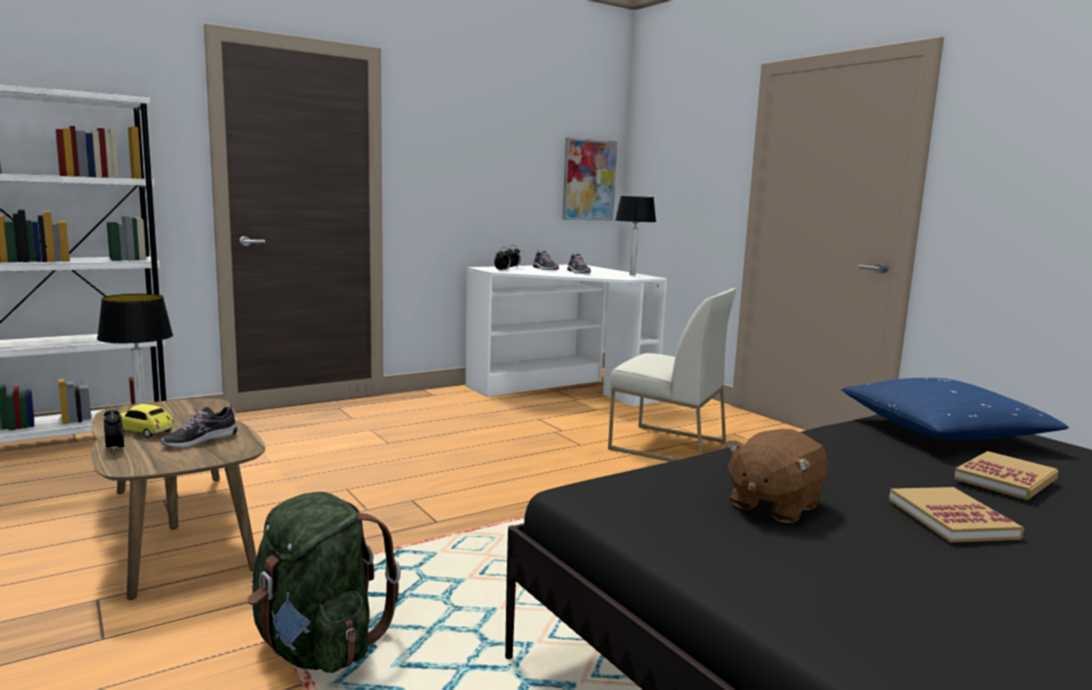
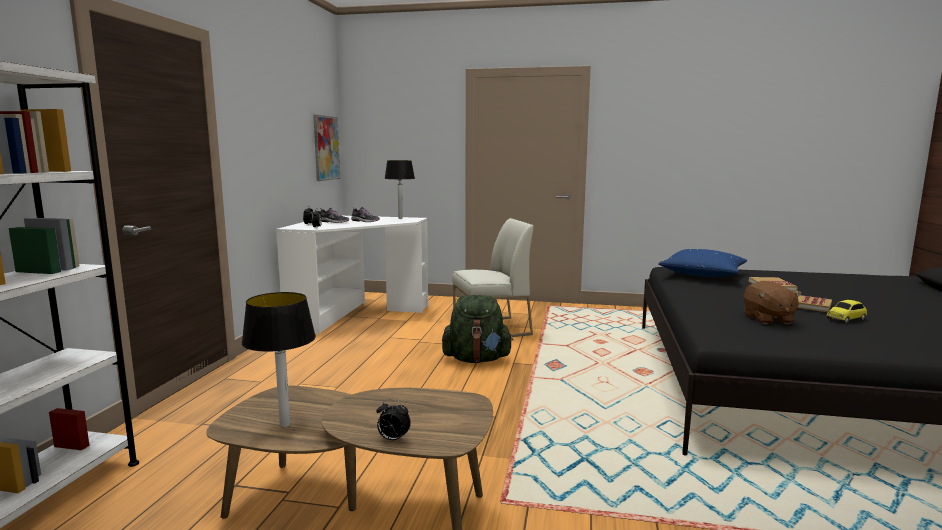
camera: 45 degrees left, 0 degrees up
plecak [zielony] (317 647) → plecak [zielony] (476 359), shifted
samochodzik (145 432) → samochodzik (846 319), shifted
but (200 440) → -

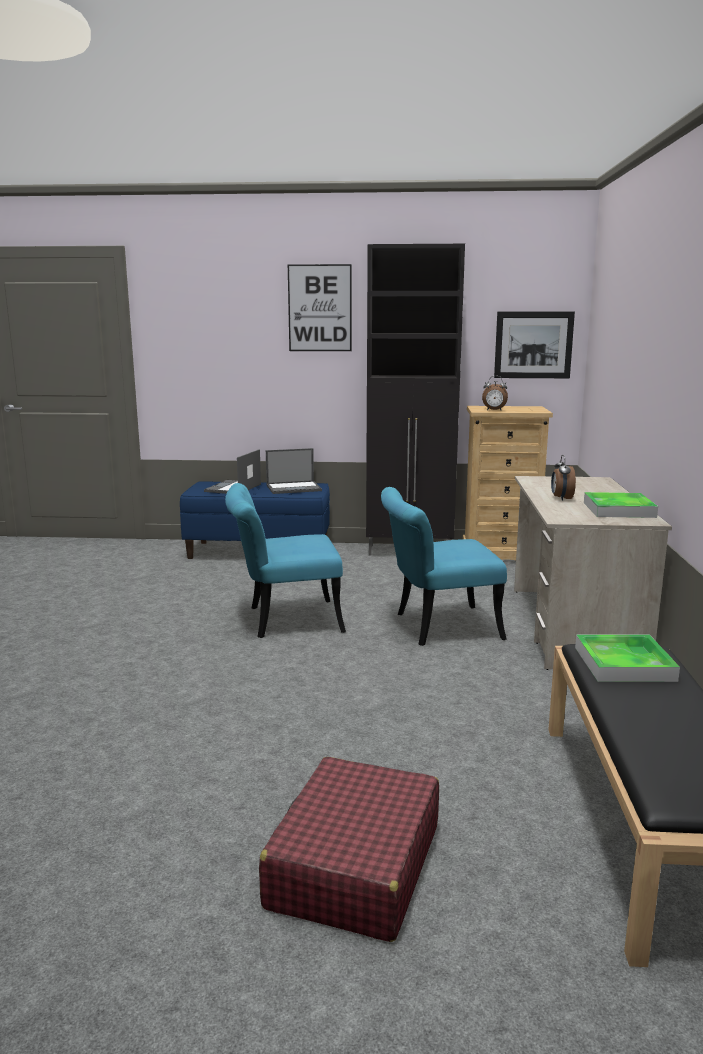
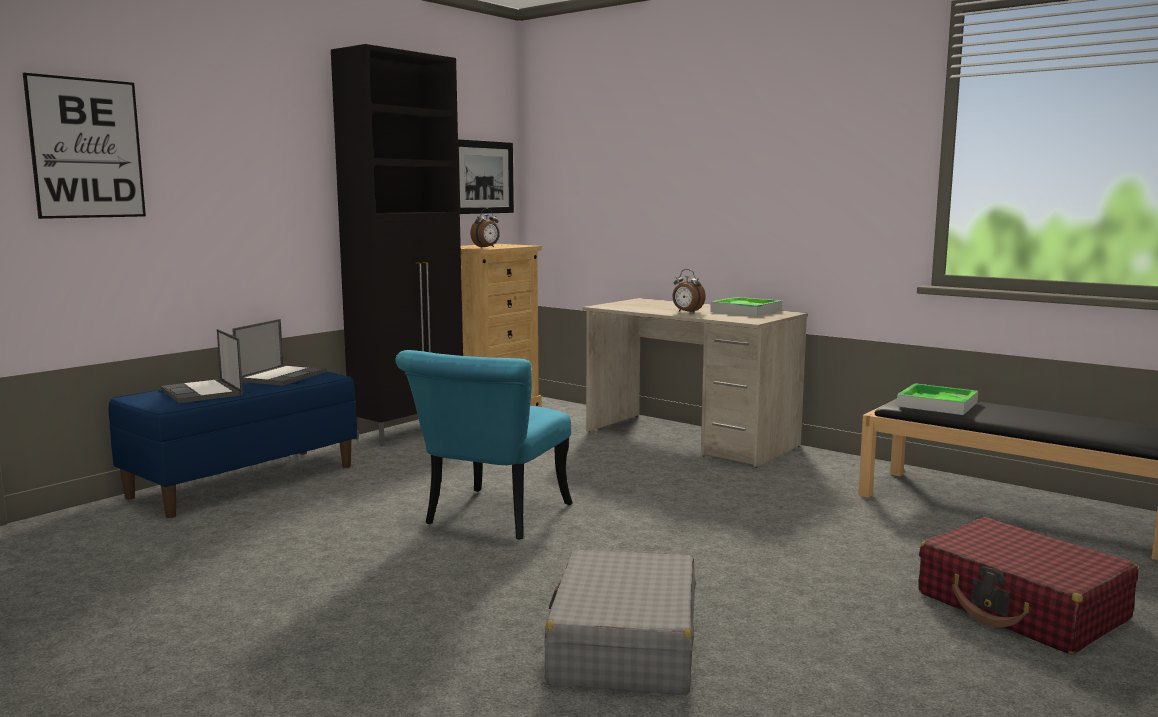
camera: 55 degrees left, 5 degrees down
obraz (320 308) → obraz (87 148), shifted
- → walizka [szary] (624 646)
krzesło [turkusowy] (436 627) → -

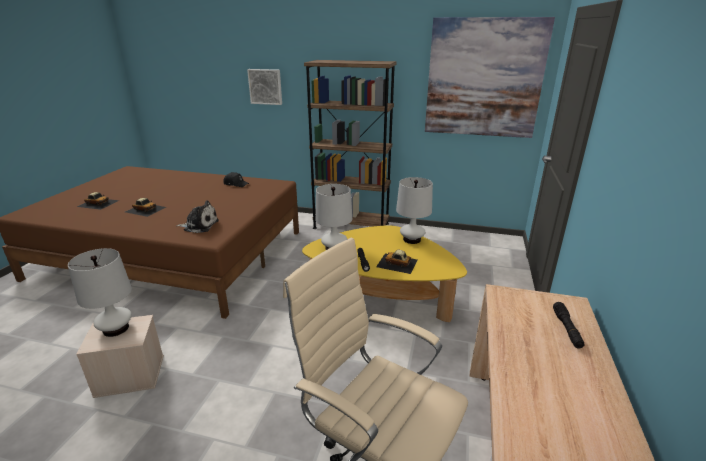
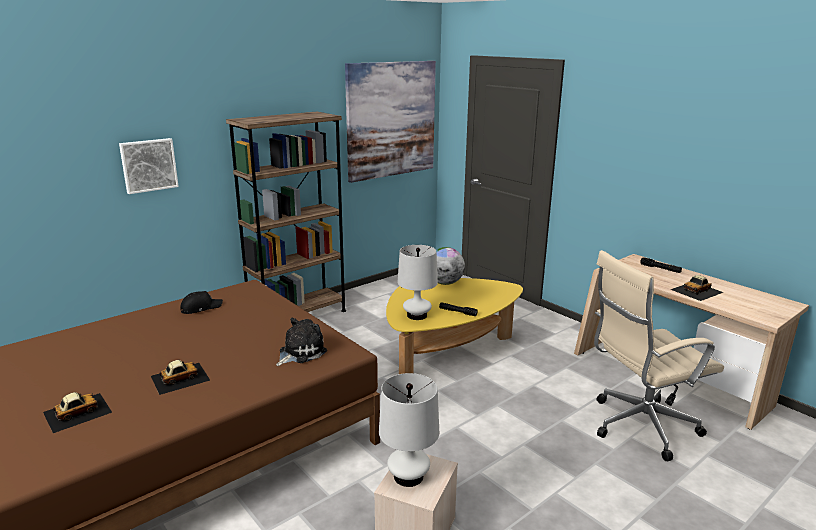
camera: 55 degrees left, 5 degrees down
lampa stołowa [biały] (411 239) → globus (445 283)
samochodzik (397 263) → samochodzik (697 291), shifted

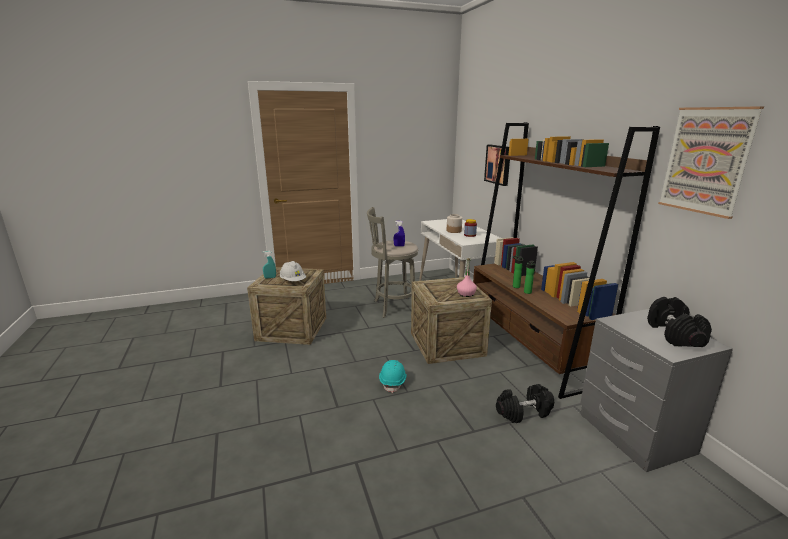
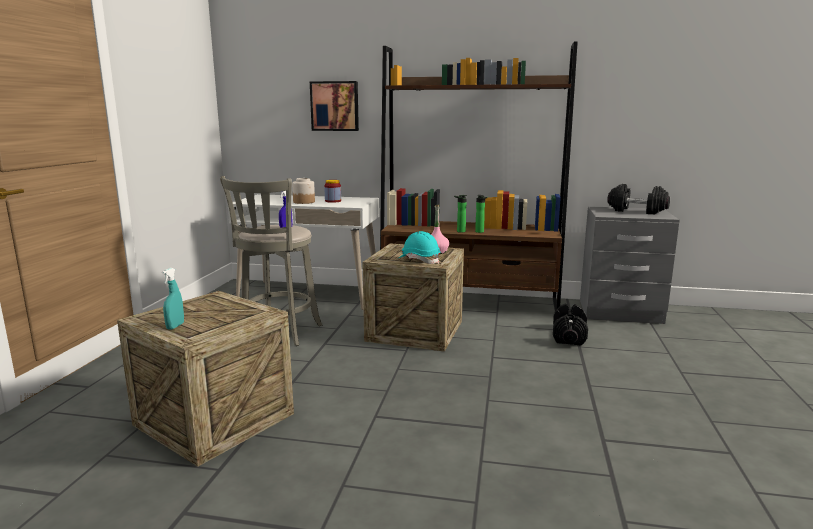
camera: 60 degrees left, 5 degrees down
kask [turkusowy] (393 382) → kask [turkusowy] (419 260), shifted
kask [biały] (293 281) → -
obraz (706 160) → -

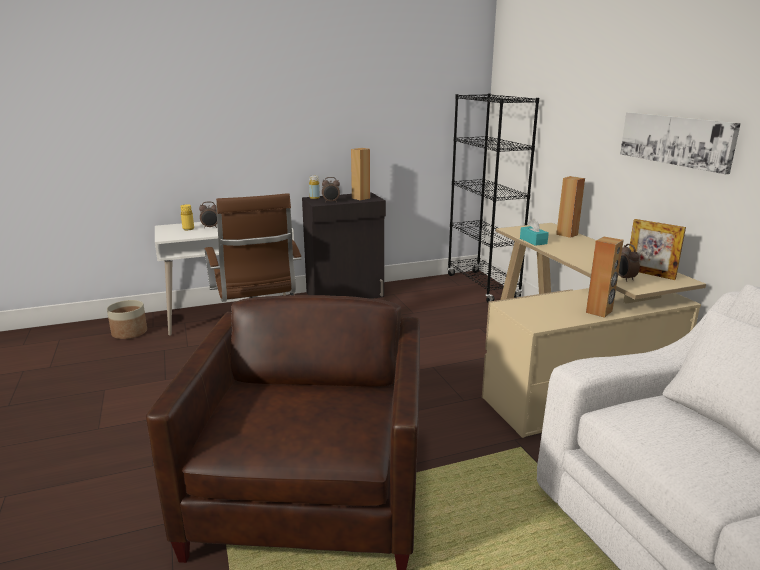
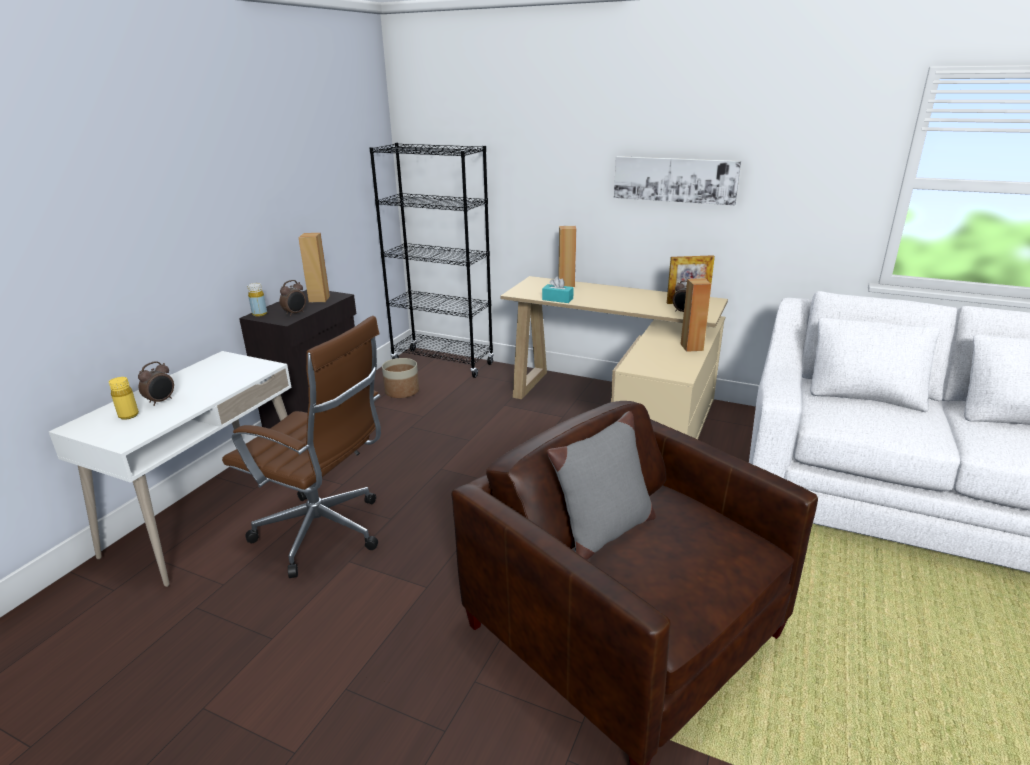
camera: 45 degrees left, 5 degrees up
donica (130 332) → donica (402 391), shifted
- → poduszka [szary] (603 532)

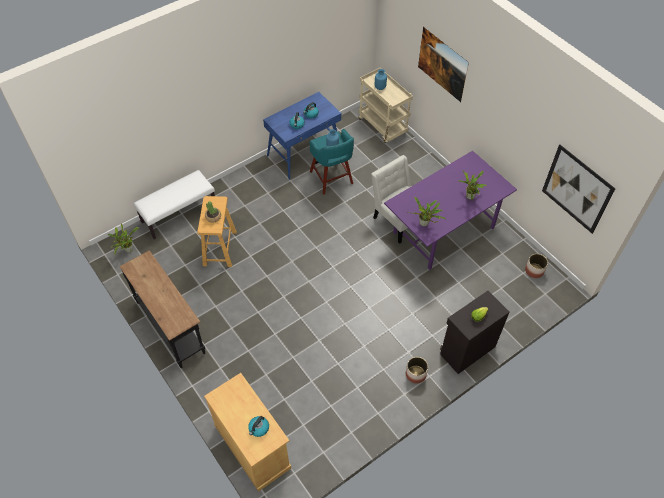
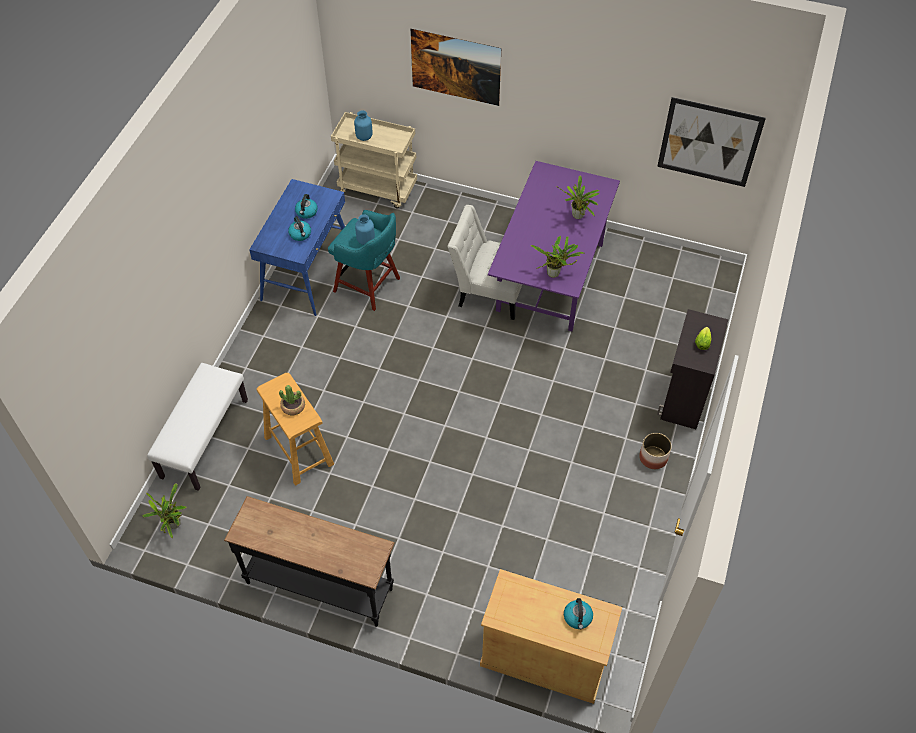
camera: 35 degrees left, 0 degrees up
donica (534 271) → -

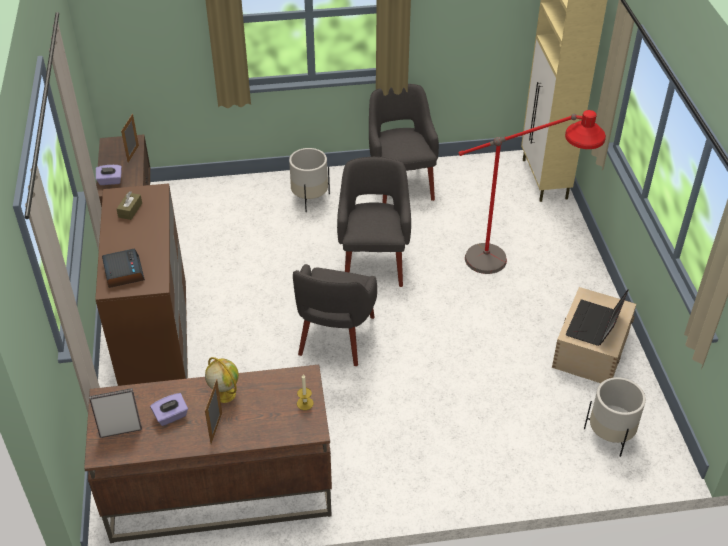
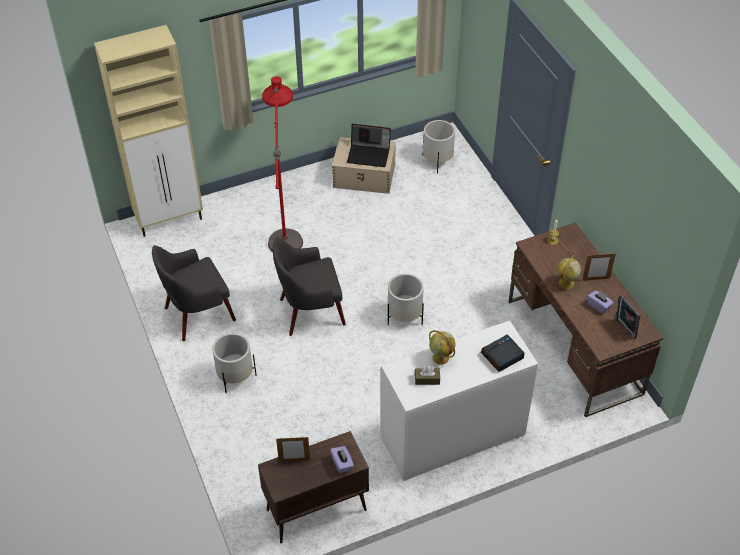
camera: 105 degrees left, 5 degrees up
komoda [brązowy] (155 339) → komoda [biały] (452 437)
fotel [szary] (336 337) → donica [biały] (404 317)
- → globus (441 358)

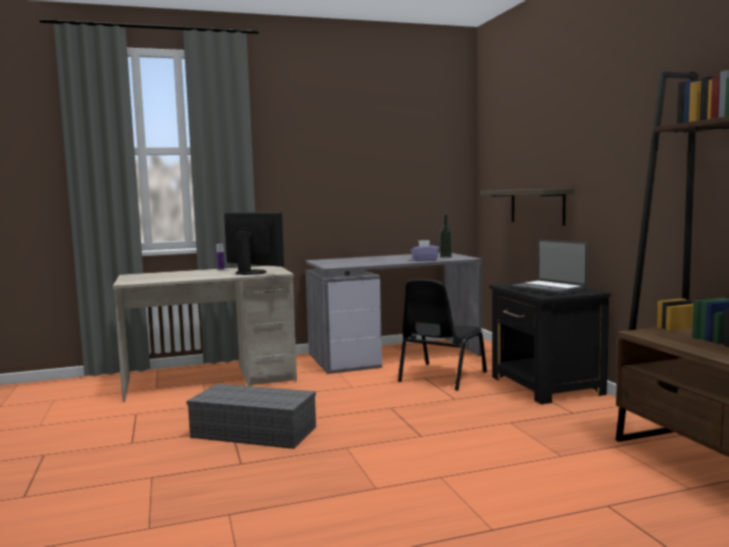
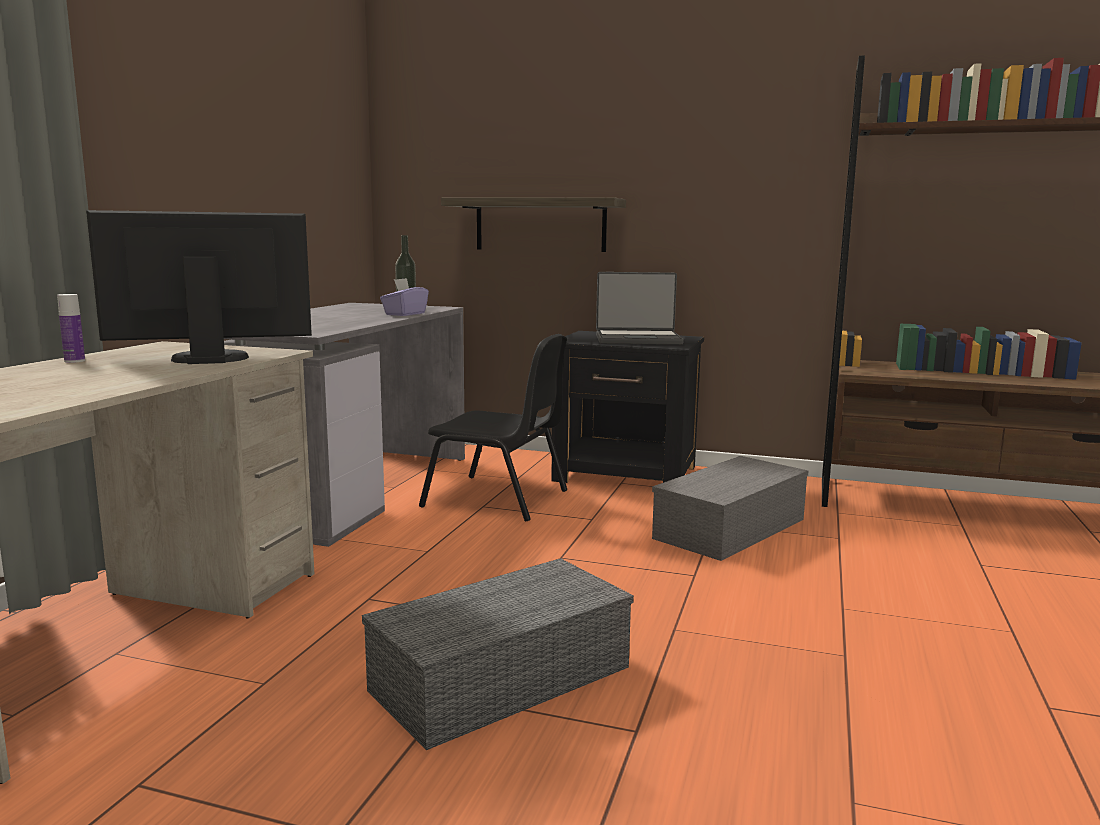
camera: 55 degrees left, 5 degrees up
krzesło [czarny] (441 377) → krzesło [czarny] (498 499), 45 degrees counterclockwise
- → pojemnik do przechowywania [szary] (730 530)

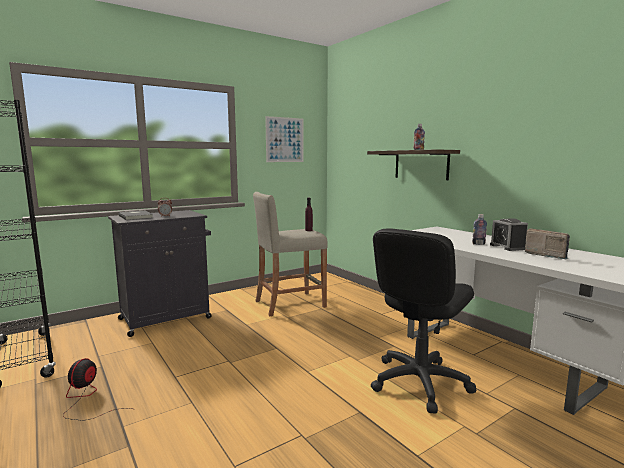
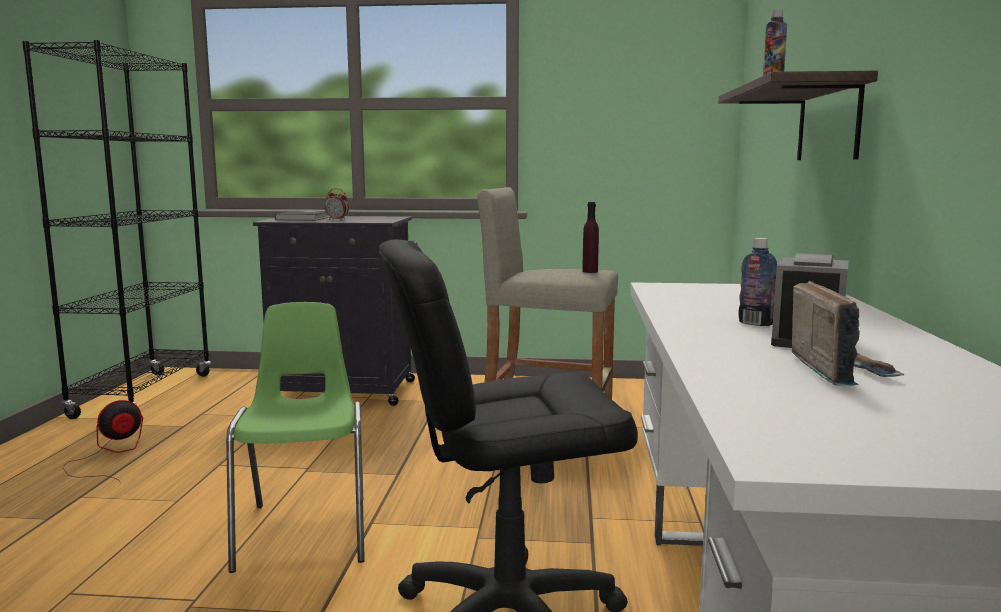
camera: 40 degrees right, 0 degrees up
- → krzesło [zielony] (306 532)
obraz (285 139) → -

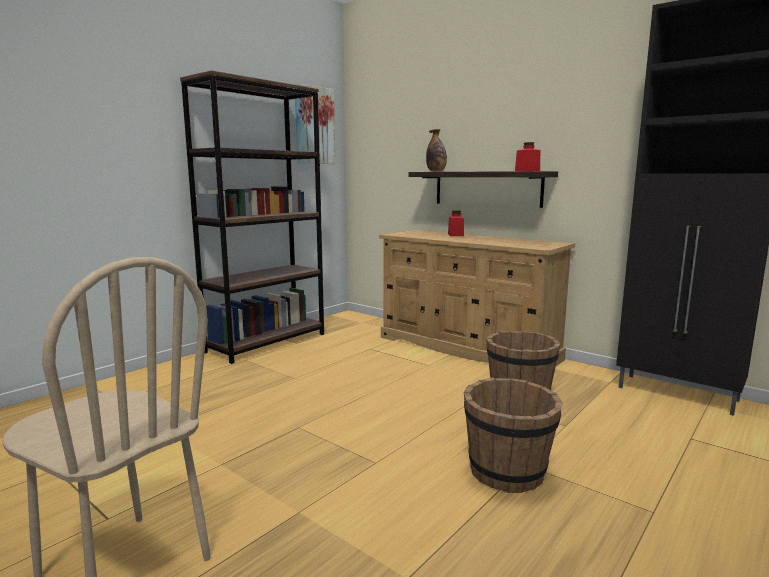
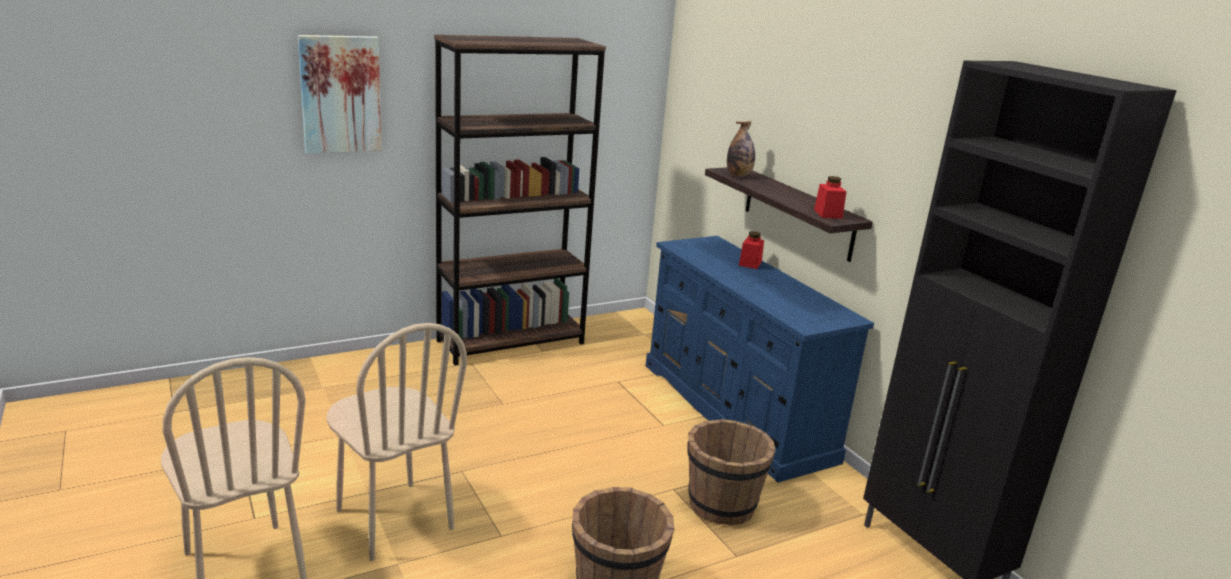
camera: 20 degrees right, 10 degrees up
obraz (314 125) → obraz (340 94), shifted
- → krzesło [beżowy] (393 520)
komoda [beżowy] (467 348) → komoda [niebieski] (736 411)

